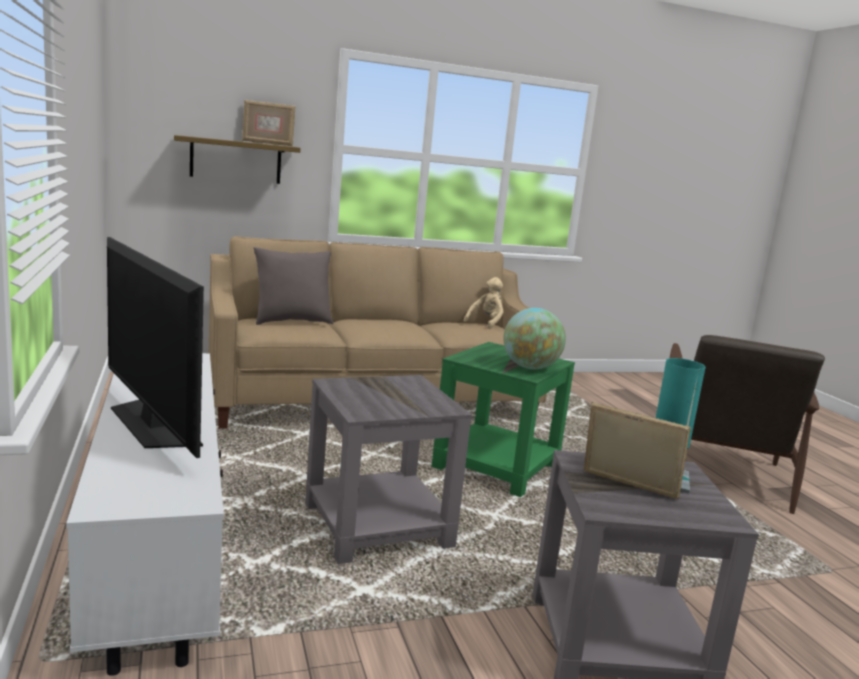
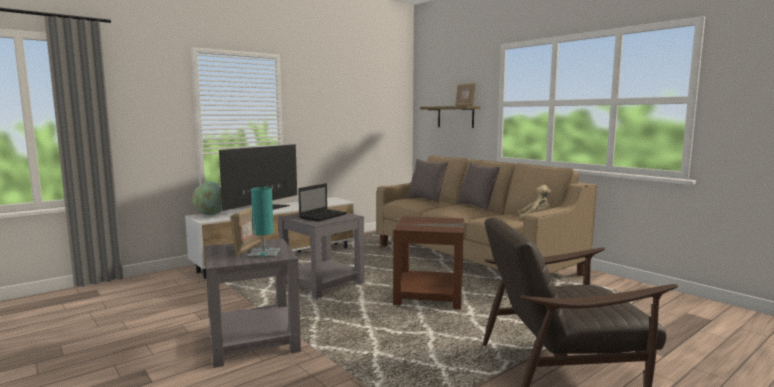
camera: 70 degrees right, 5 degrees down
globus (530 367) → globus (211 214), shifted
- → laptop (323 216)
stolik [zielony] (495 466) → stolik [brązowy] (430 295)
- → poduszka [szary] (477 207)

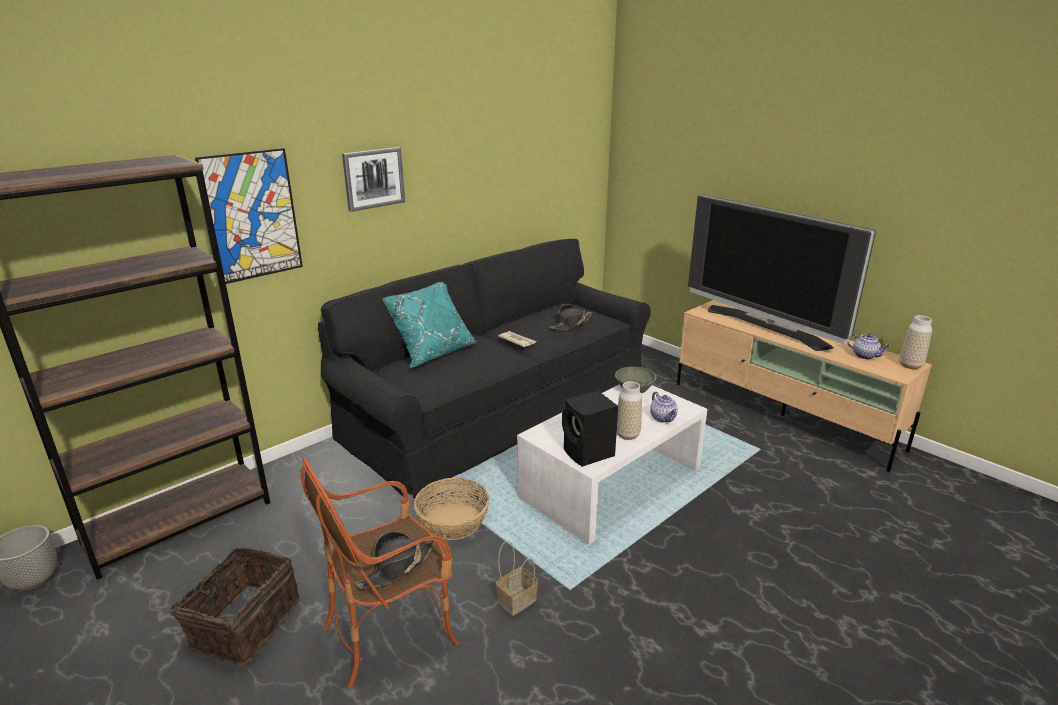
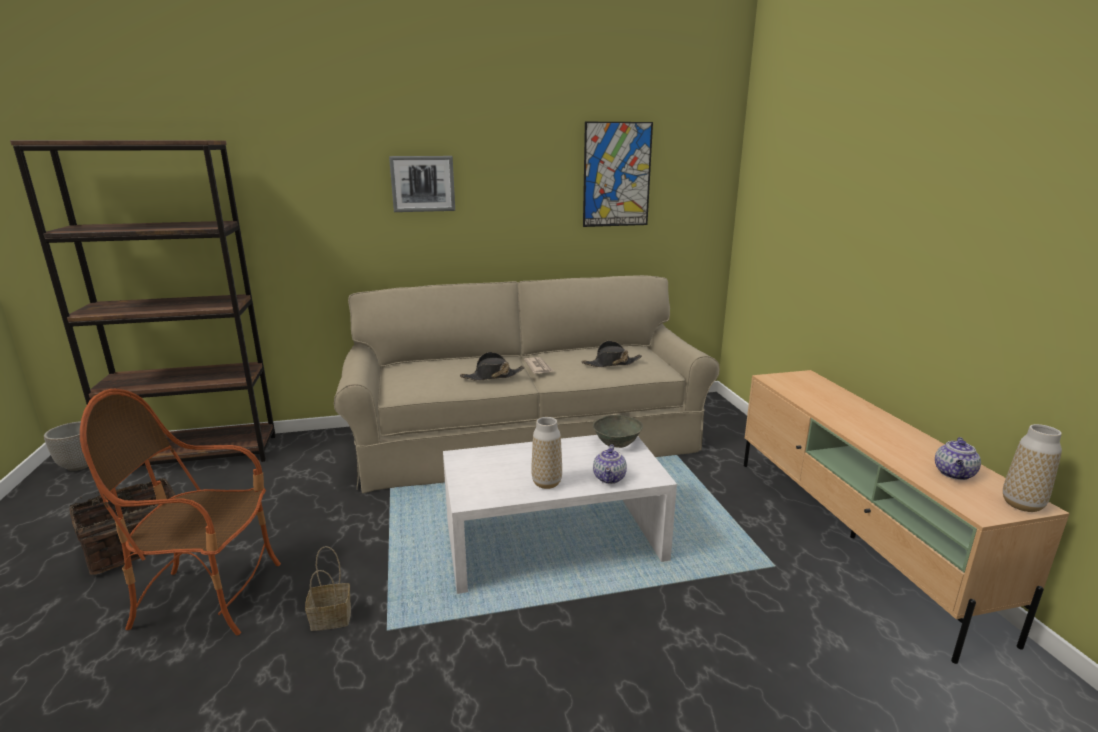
camera: 30 degrees right, 5 degrees down
kanapa [czarny] (499 408) → kanapa [beżowy] (527 439)
kapelusz [czarny] (398 566) → kapelusz [czarny] (492 376), shifted
obraz (252 216) → obraz (617 175), shifted
imbryk (865 356) → imbryk (954 474), 45 degrees clockwise
poduszka [turkusowy] (431 352) → -
koszyk (453 521) → -
głośnik [czarny] (589 454) → -
telewizor (766 327) → -

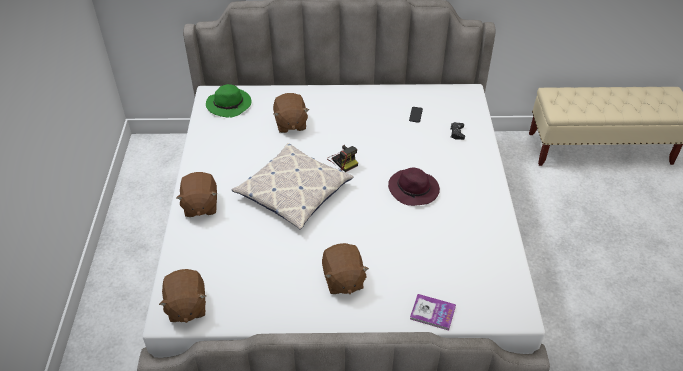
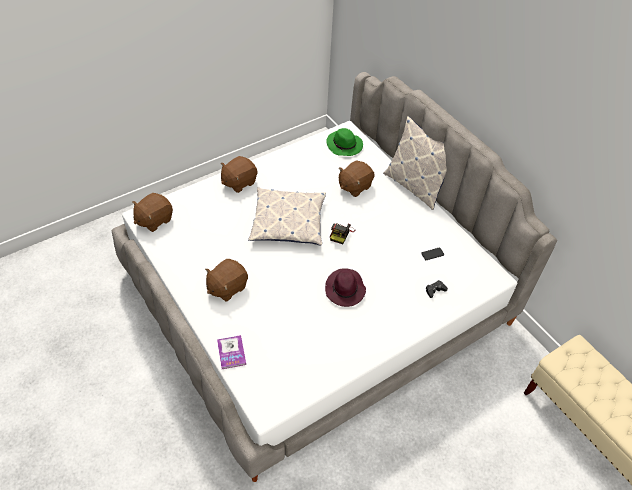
camera: 55 degrees right, 5 degrees up
- → poduszka (414 186)

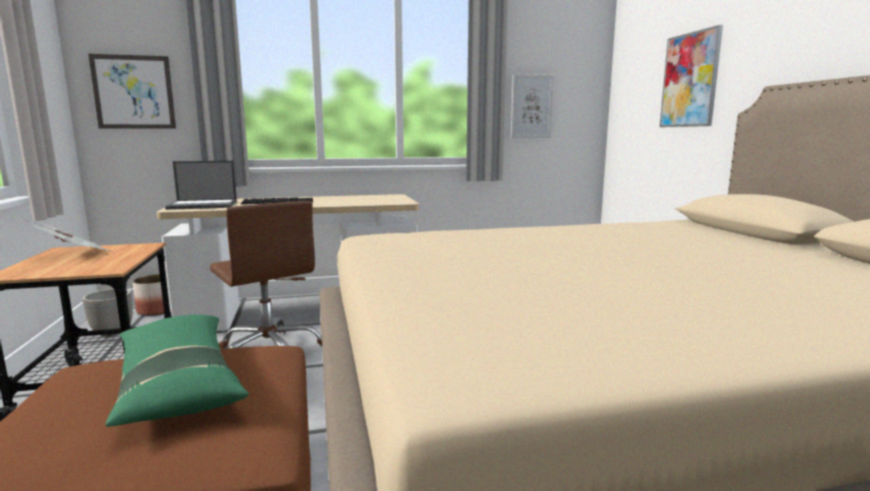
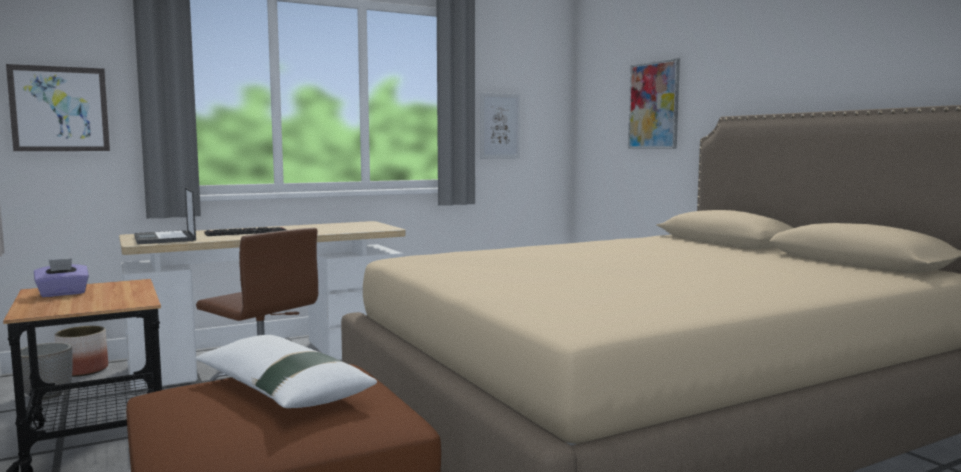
camera: 15 degrees left, 5 degrees down
gazeta (72 254) → pudełko chusteczek [fioletowy] (63 294)
laptop (204 205) → laptop (165 238), 90 degrees clockwise
poduszka [zielony] (177 382) → poduszka [biały] (281 389)

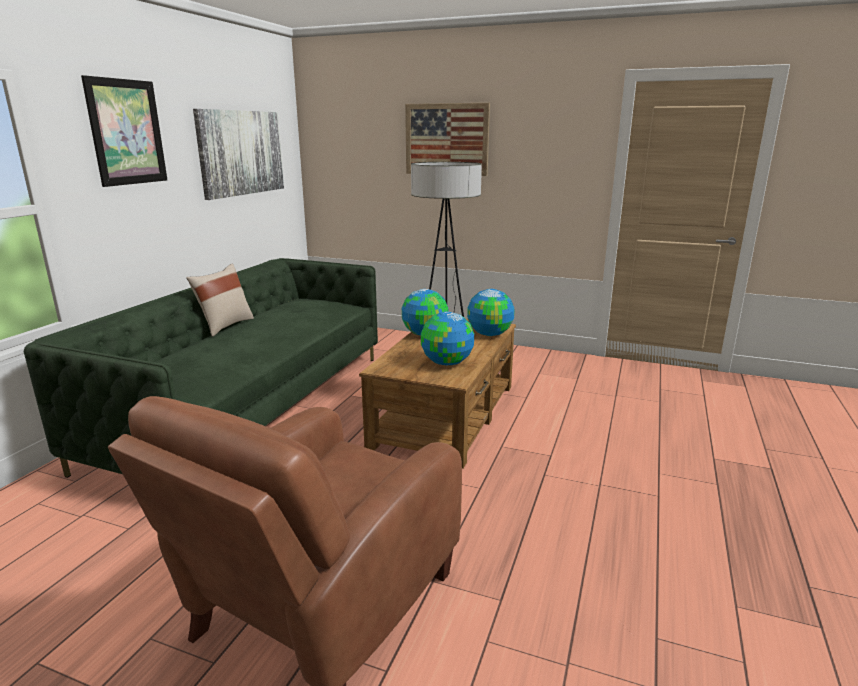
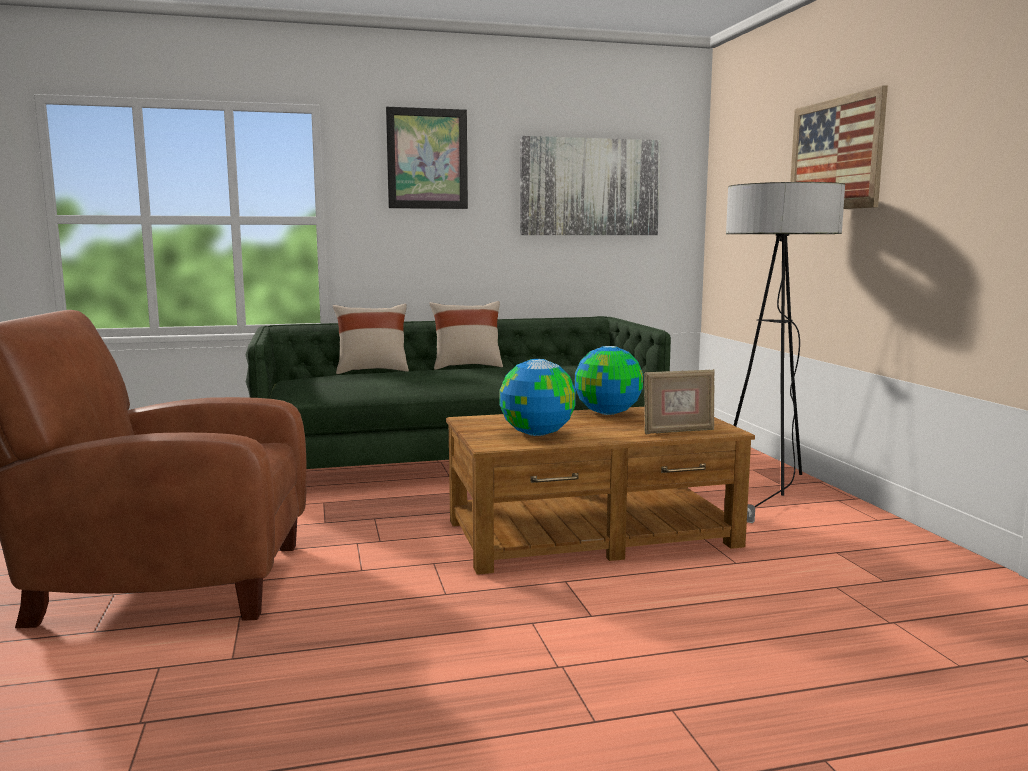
camera: 55 degrees right, 10 degrees down
- → poduszka [beżowy] (372 371)
globus (489 334) → ramka na zdjęcie (678 431)

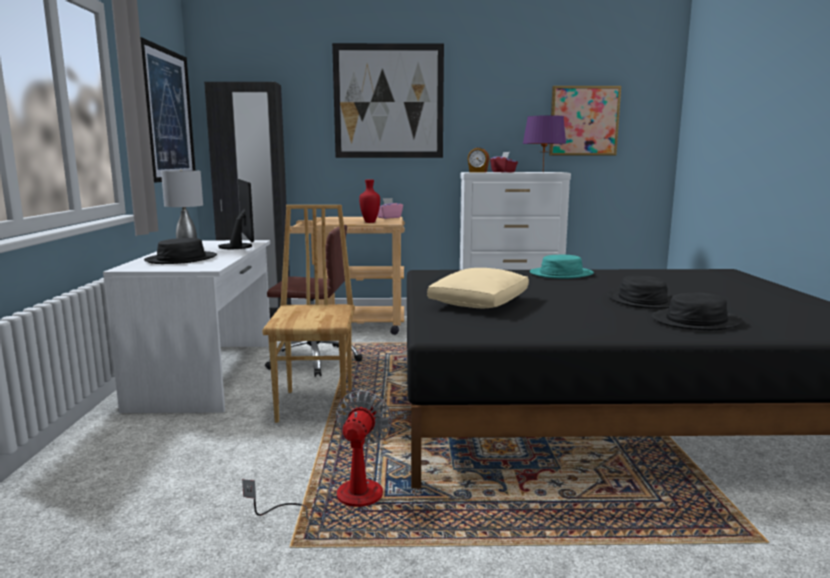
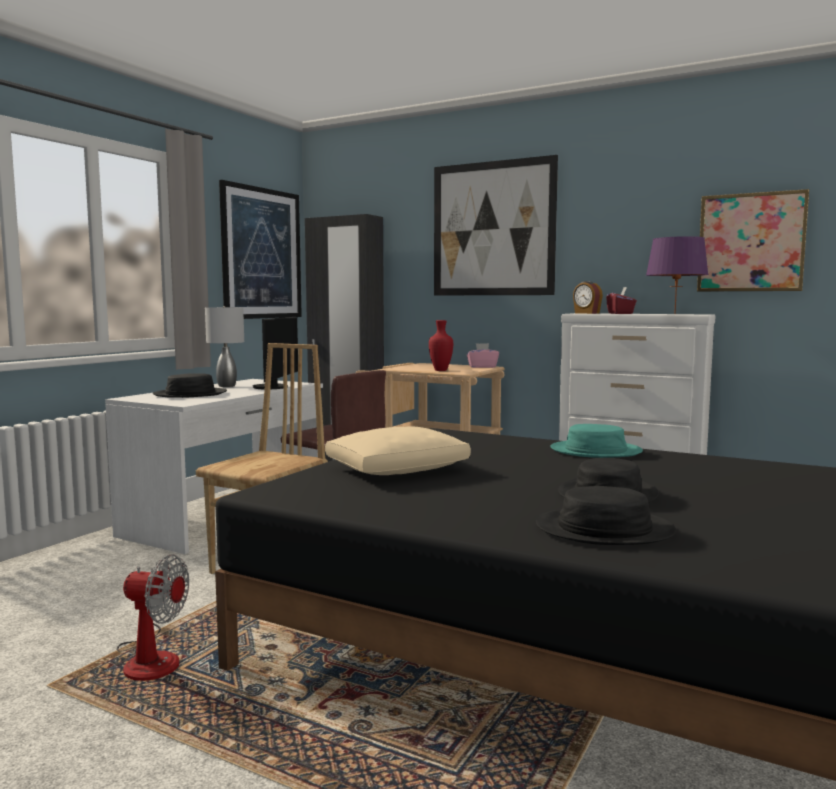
camera: 30 degrees right, 5 degrees down
wentylator (342 499) → wentylator (149 659), 60 degrees clockwise

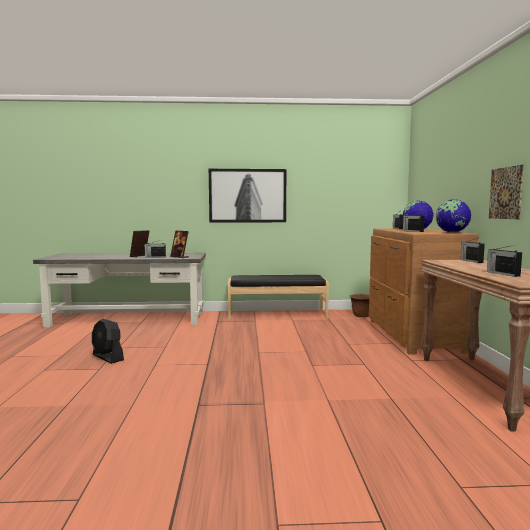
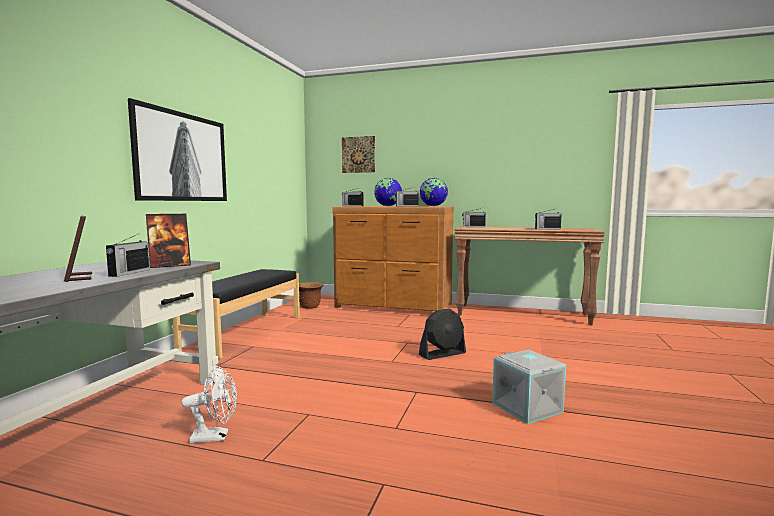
camera: 70 degrees left, 0 degrees up
- → wentylator [biały] (215 437)
obraz (505 193) → obraz (358 154), shifted
wentylator [czarny] (108 357) → wentylator [czarny] (442 354), shifted
- → pojemnik do przechowywania [szary] (528 407)

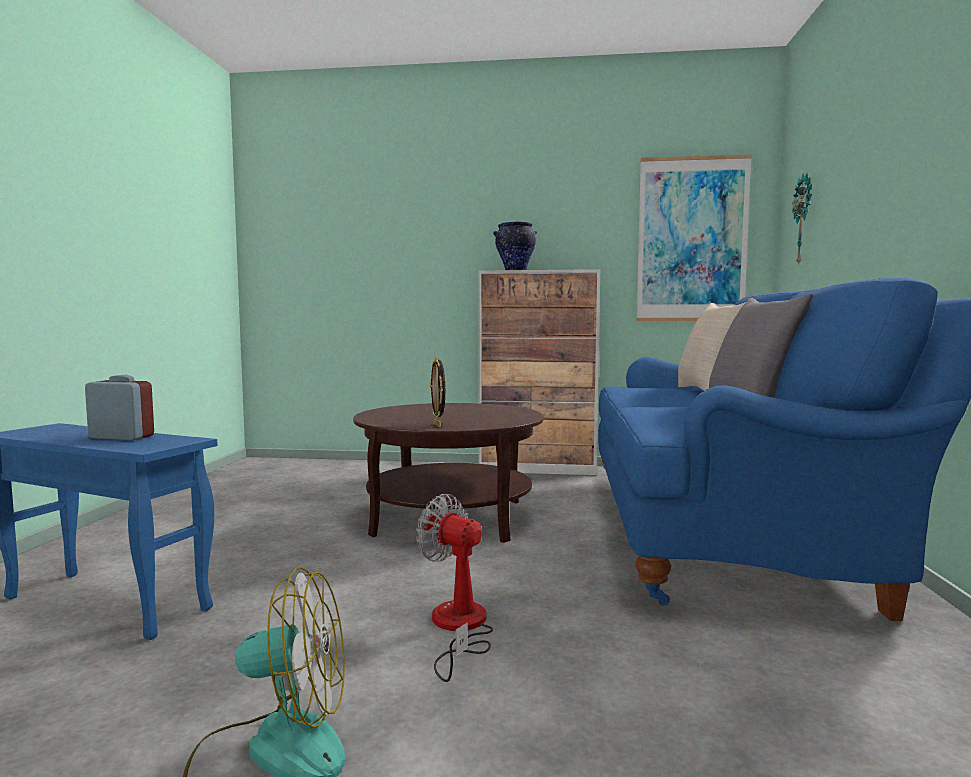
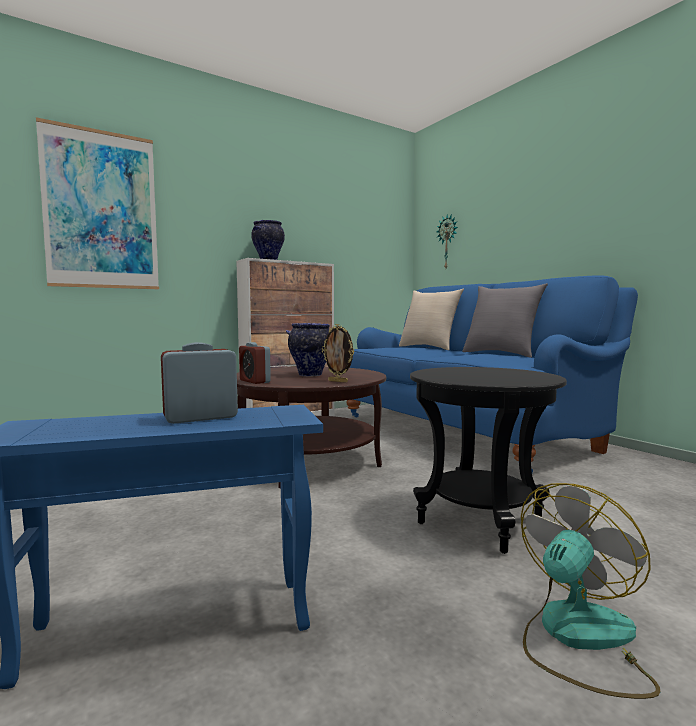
camera: 40 degrees left, 0 degrees up
obraz (692 240) → obraz (101 210), shifted
- → budzik (254 381)
- → wazon (311 375)
wentylator (458 628) → stolik [czarny] (480 522)

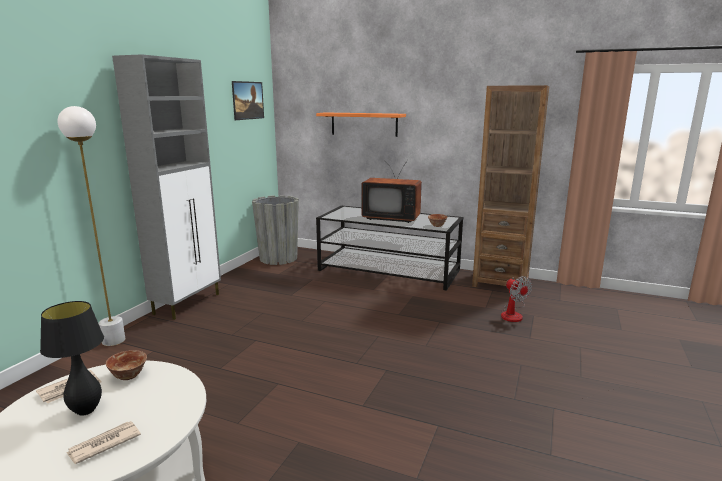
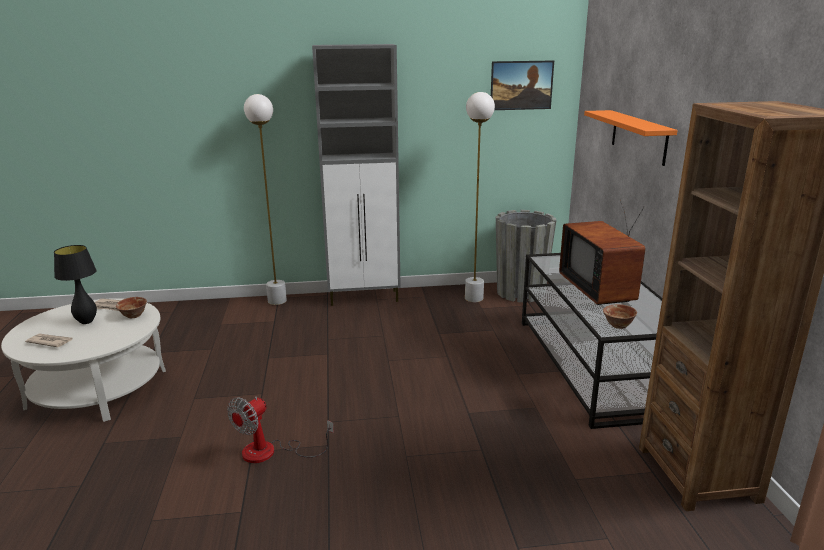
camera: 60 degrees right, 5 degrees up
wentylator (513 314) → wentylator (270 452), shifted
- → lampa stojąca [biały] (473 298)

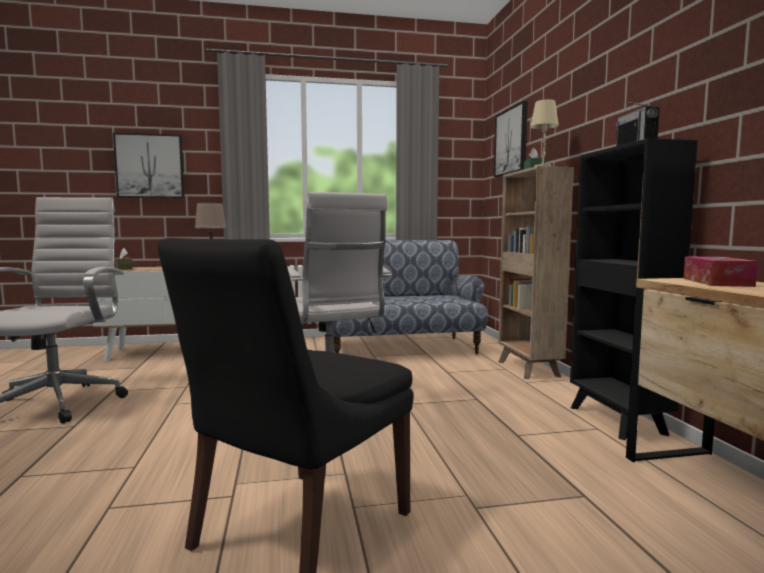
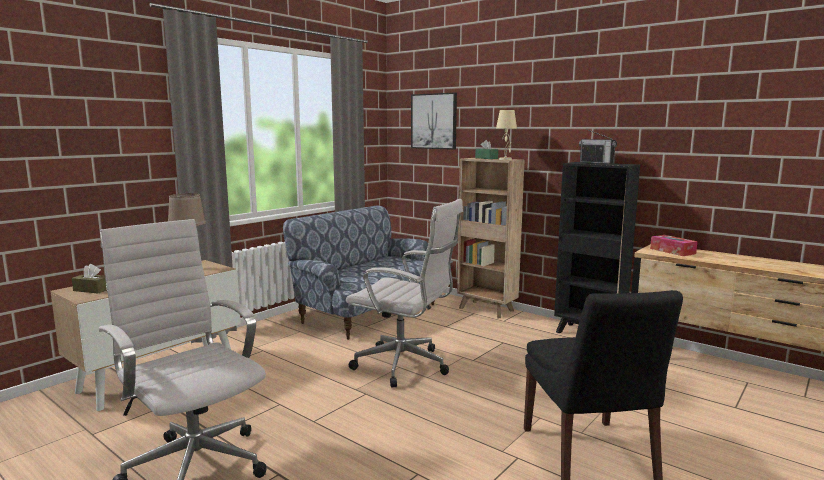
camera: 40 degrees left, 5 degrees up
obraz (150 166) → -

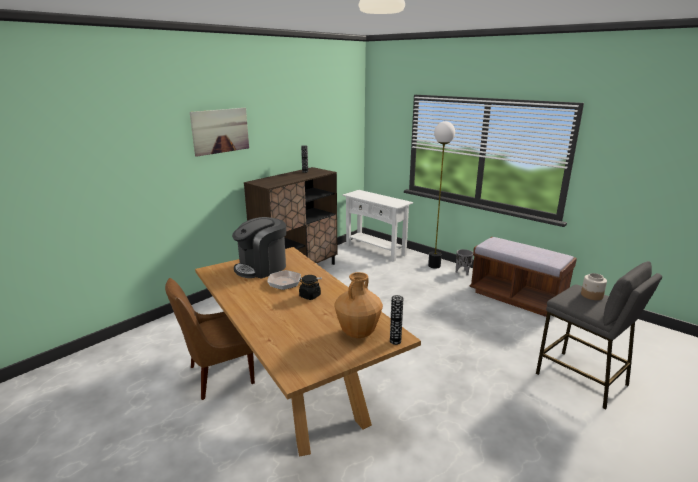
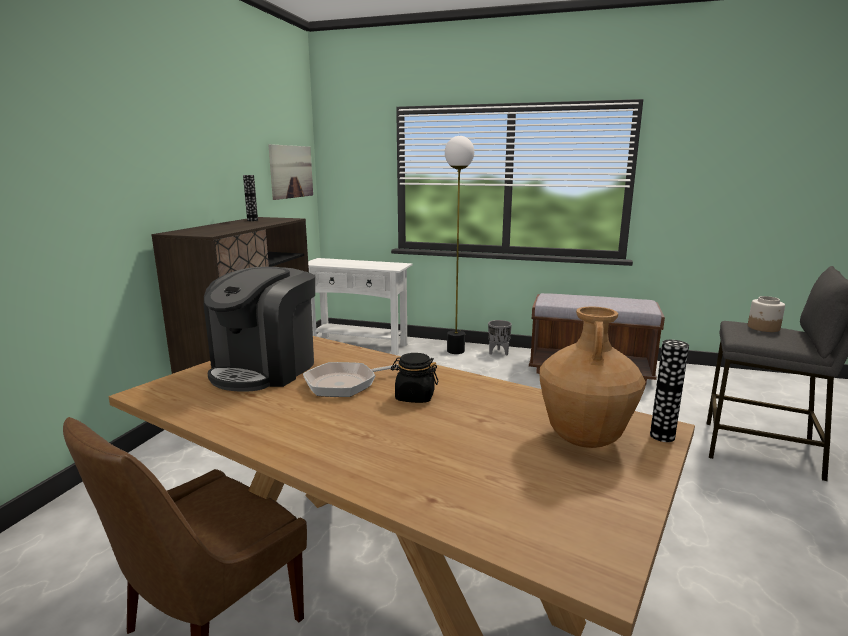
camera: 25 degrees left, 5 degrees down
obraz (220 131) → obraz (291 171), shifted

